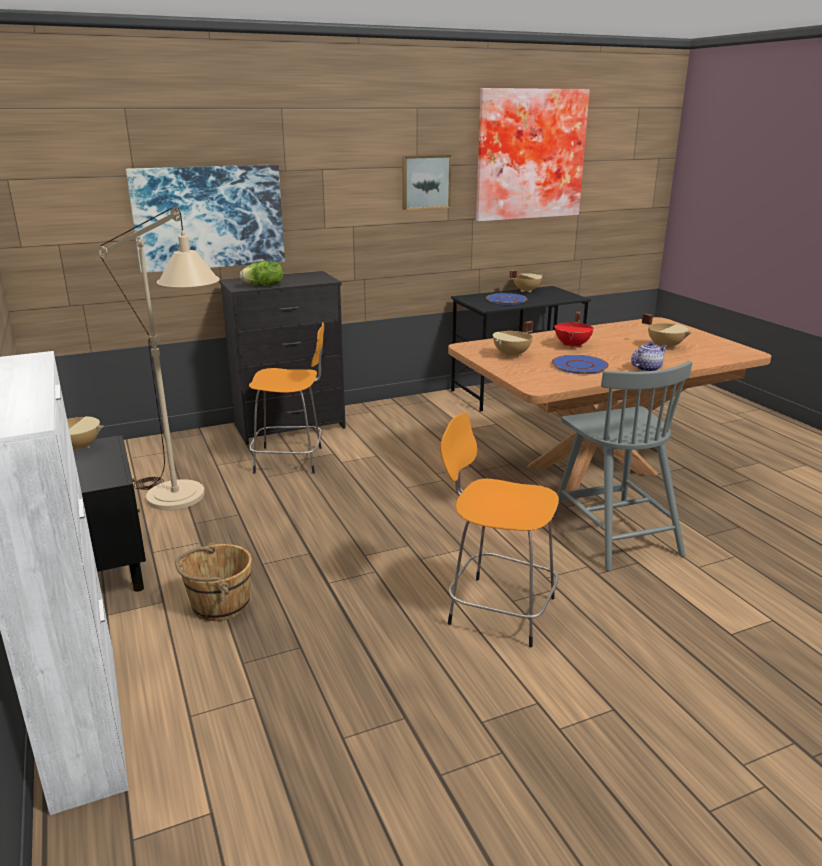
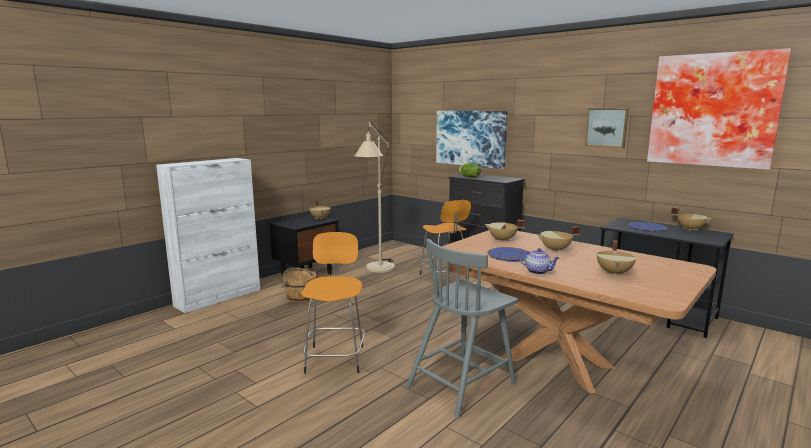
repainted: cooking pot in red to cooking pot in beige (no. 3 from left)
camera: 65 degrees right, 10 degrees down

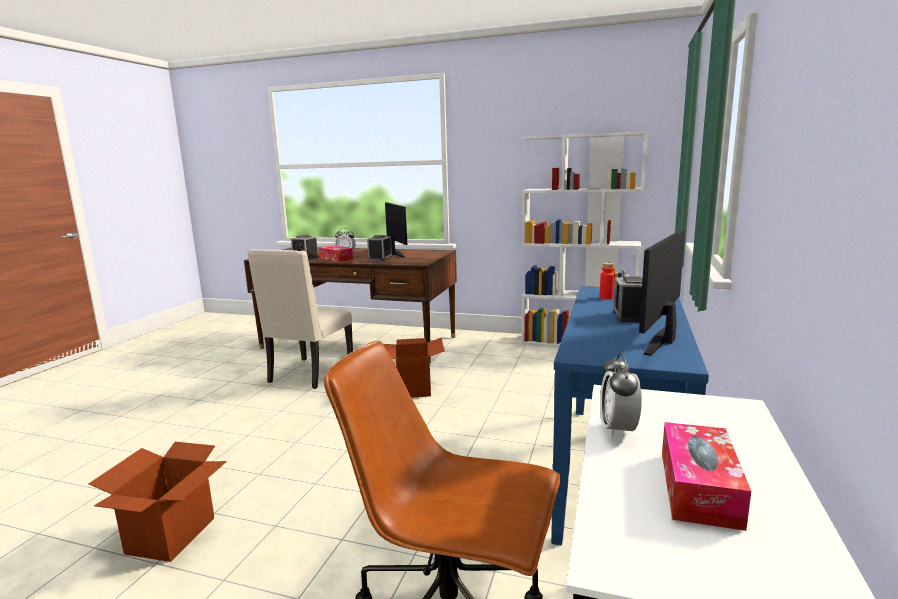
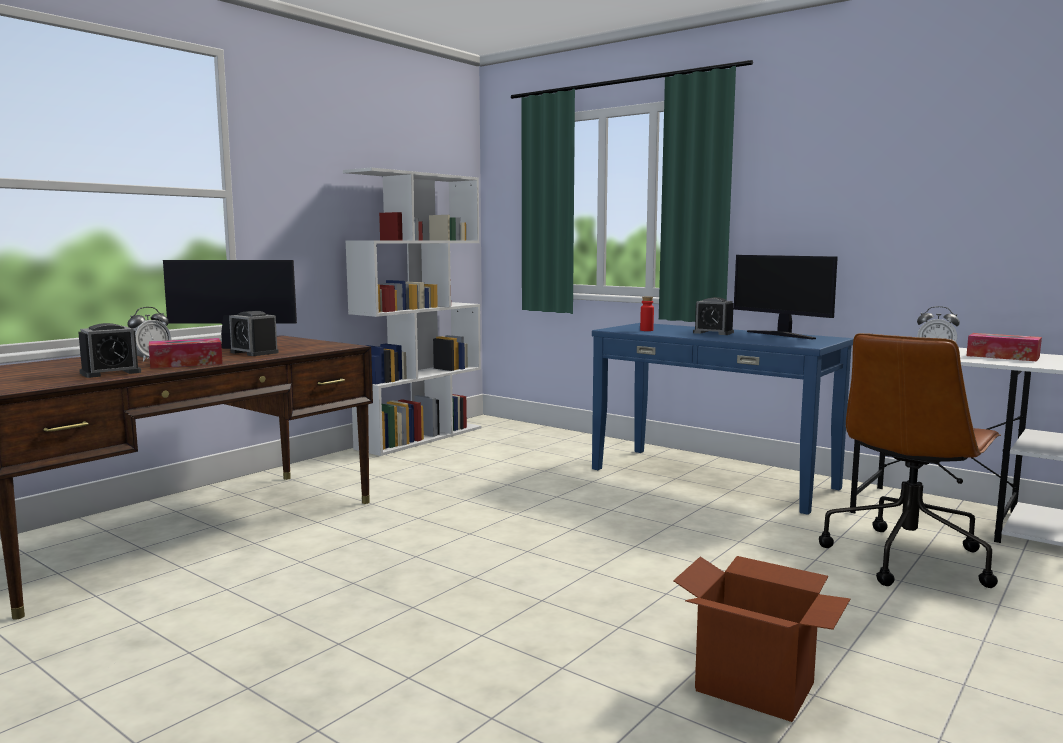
gone: chair in beige; cardboard box (no. 2 from left)
camera: 70 degrees left, 5 degrees down

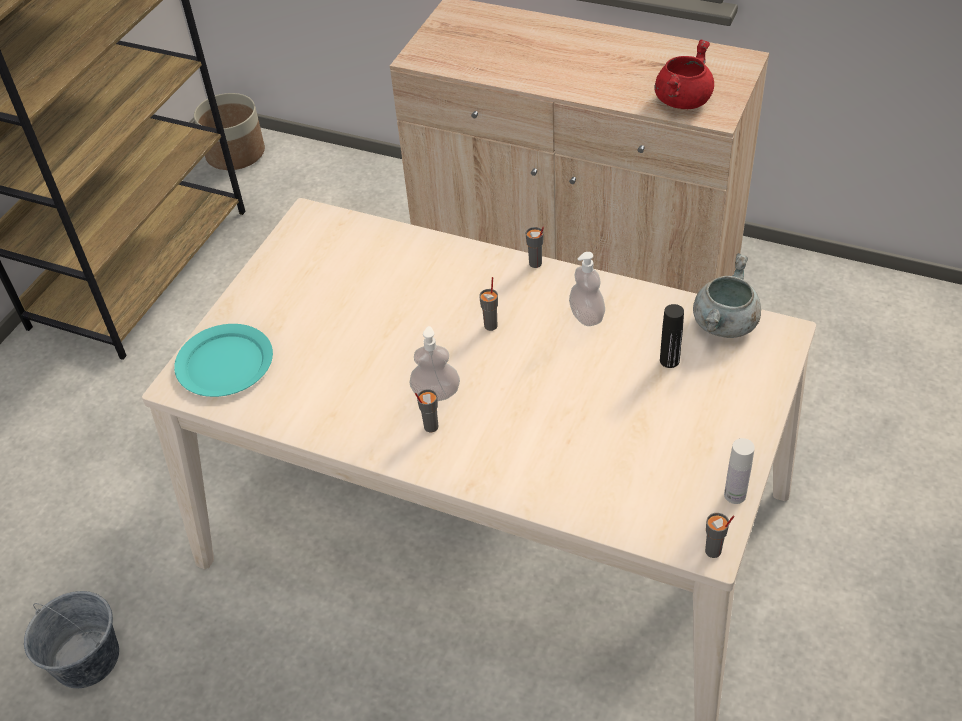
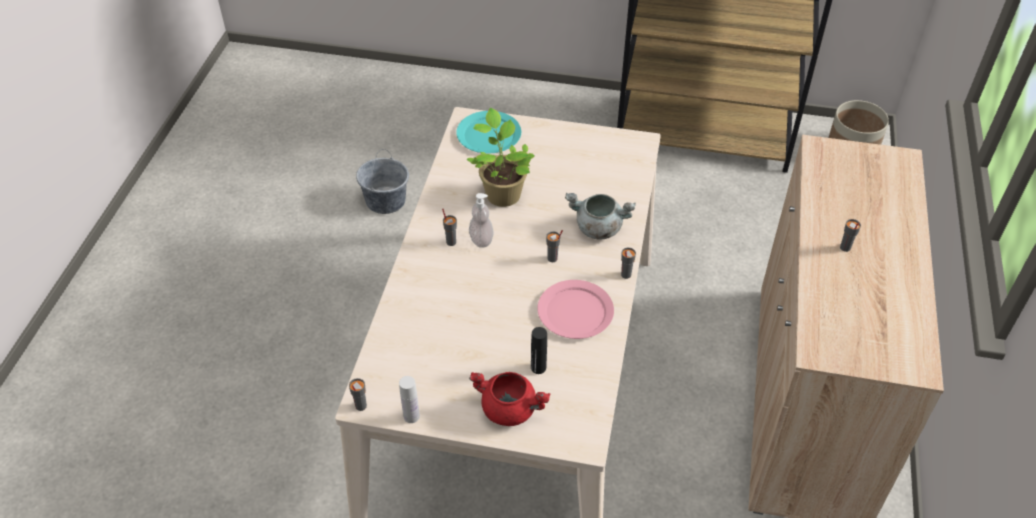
new: potted plant; cup in grey (no. 5 from left)
shifted: cooking pot in red; cooking pot in grey
swapped: soap dispenser (no. 2 from left) to plate in pink
camera: 75 degrees right, 0 degrees up

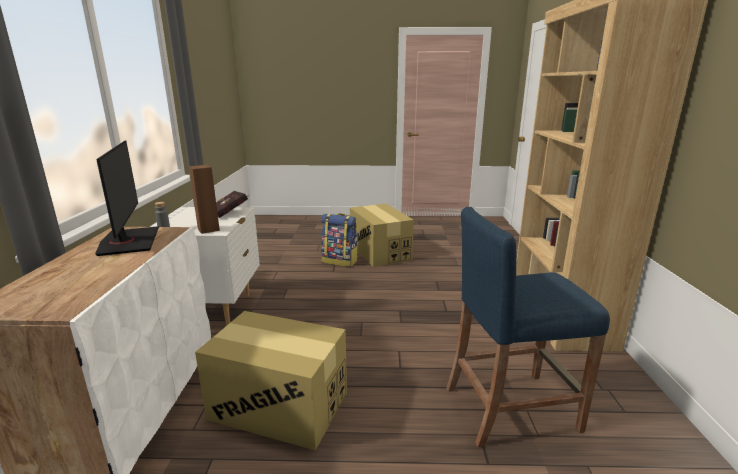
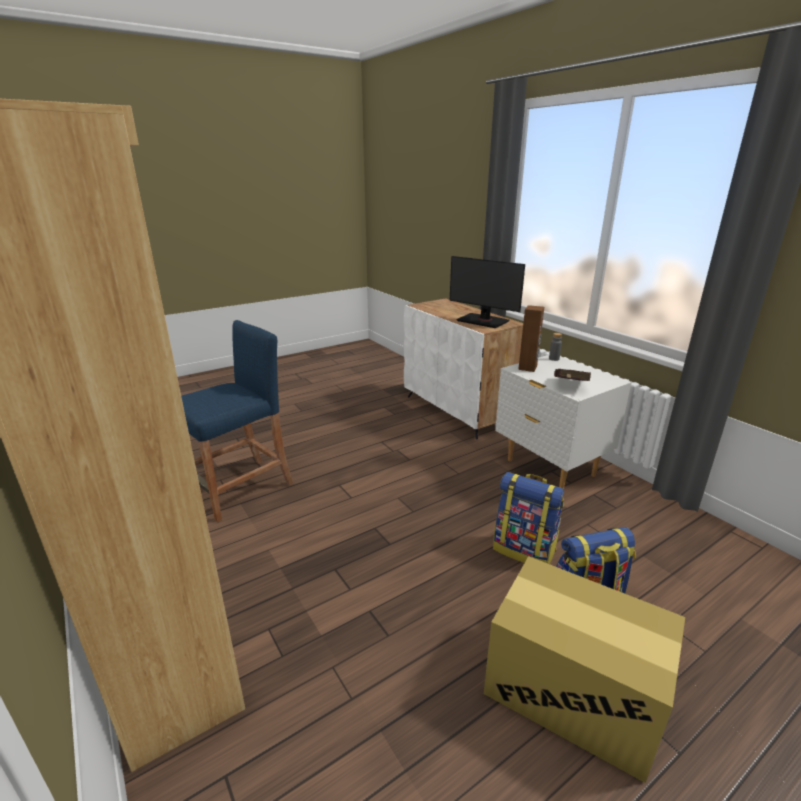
gone: cardboard box (no. 1 from left)
new: backpack (no. 1 from left)
camera: 145 degrees right, 5 degrees up

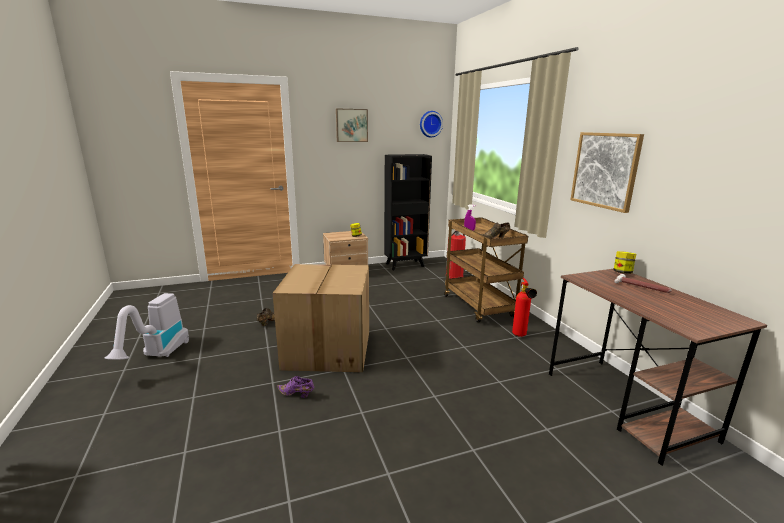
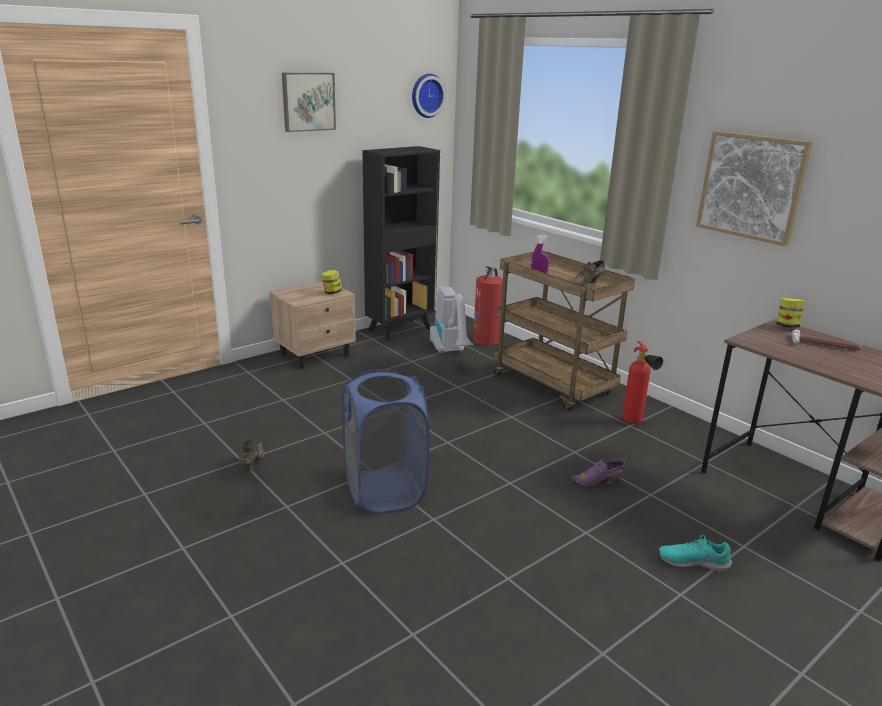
new: shoe in turquoise
shifted: vacuum cleaner; shoe in purple
swapped: cardboard box to laundry basket in blue
camera: 20 degrees left, 5 degrees up

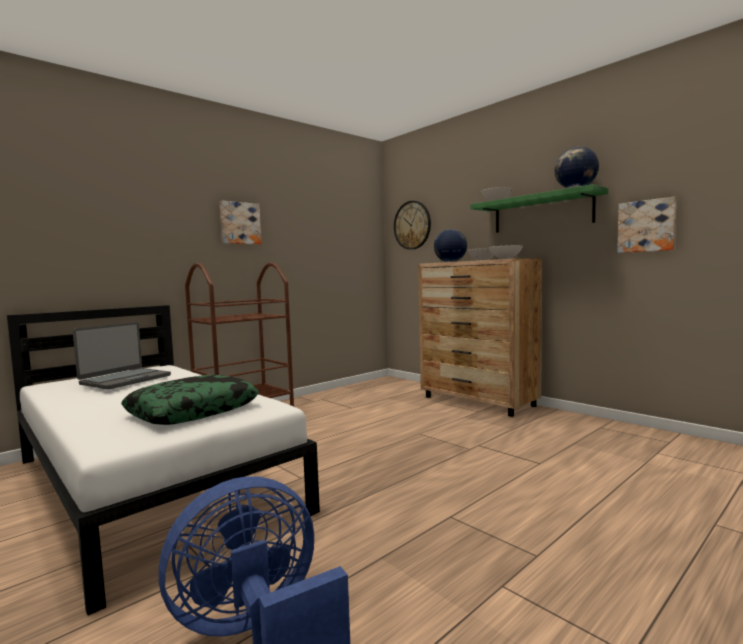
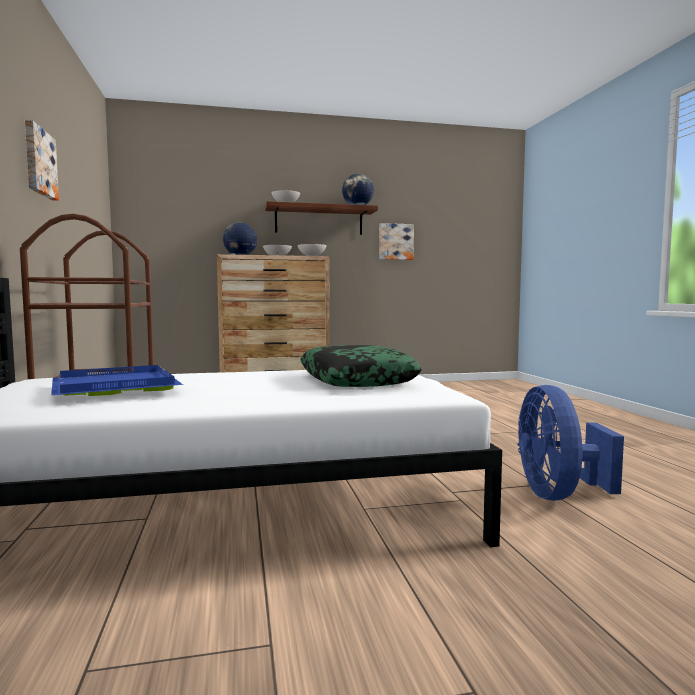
gone: wall clock
swapped: laptop to tray in blue
repainted: shelf in green to shelf in brown
camera: 60 degrees left, 0 degrees up

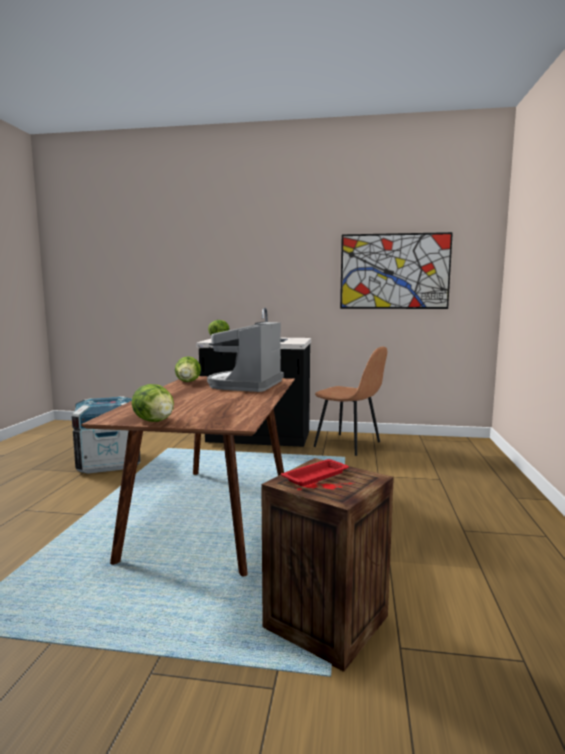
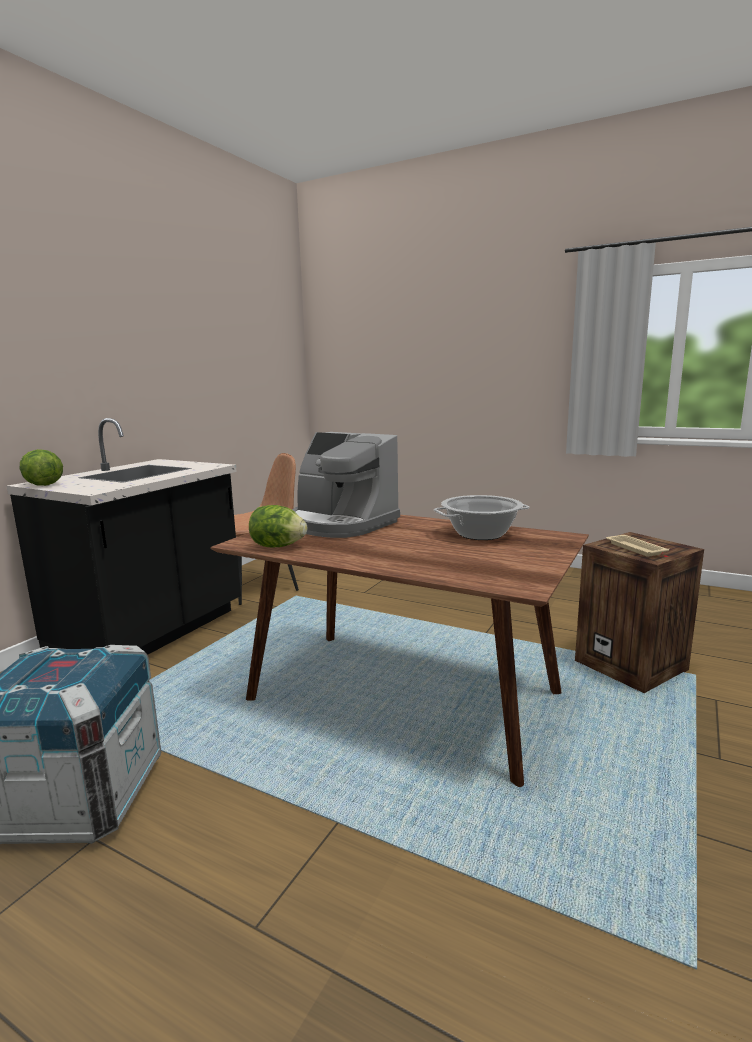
gone: lettuce (no. 1 from left); picture
new: cooking pot
repainted: tray in red to tray in beige
camera: 70 degrees left, 5 degrees up

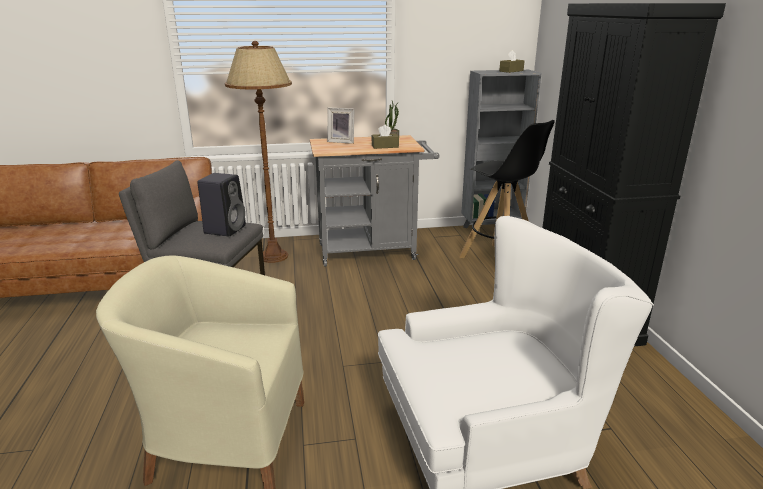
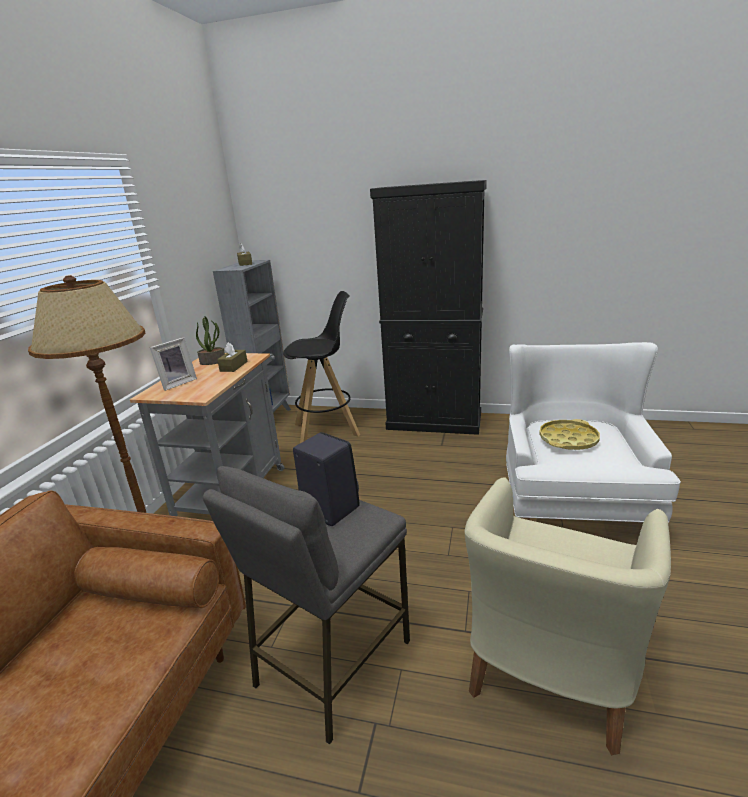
new: tray in yellow
camera: 65 degrees left, 0 degrees up

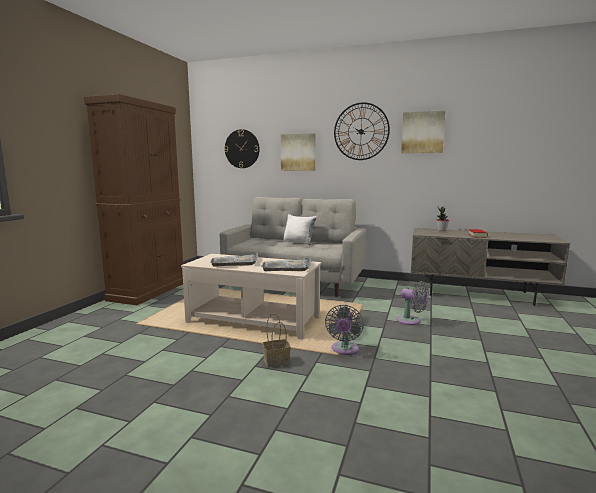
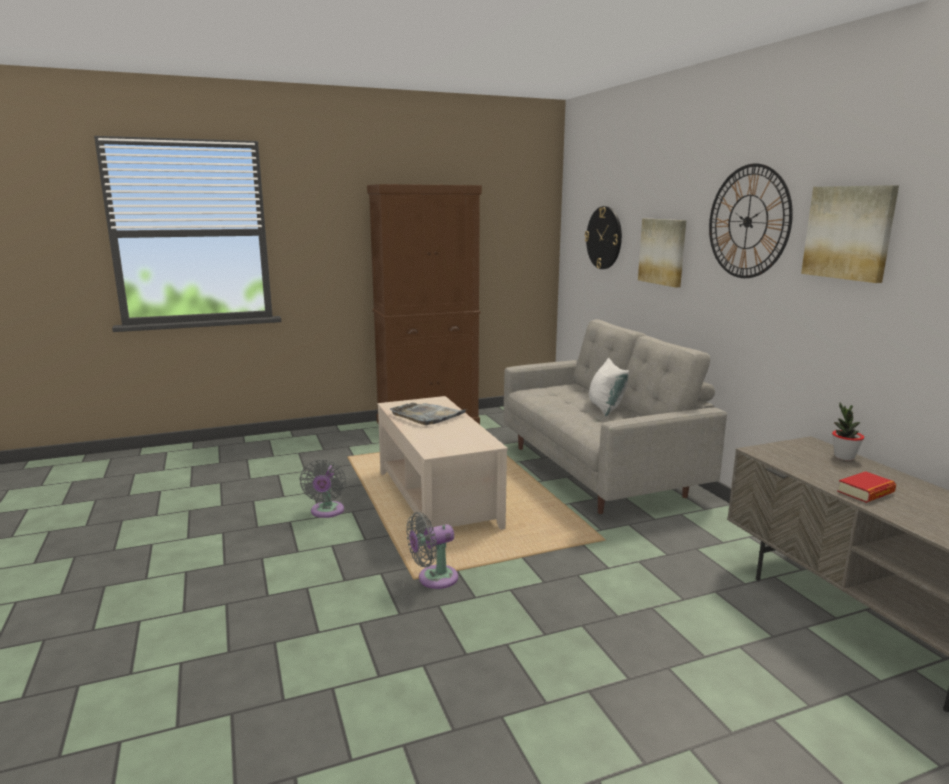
gone: tray in grey (no. 2 from left); basket
shifted: fan in grey (no. 2 from left in the first image) to fan in grey (no. 1 from left)
camera: 50 degrees right, 5 degrees up

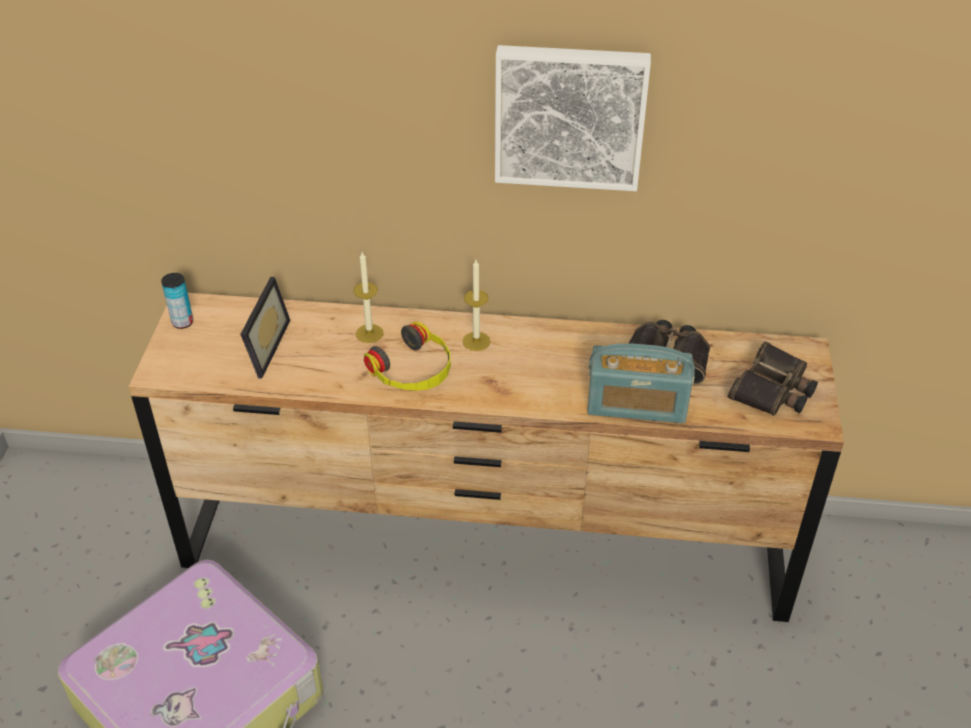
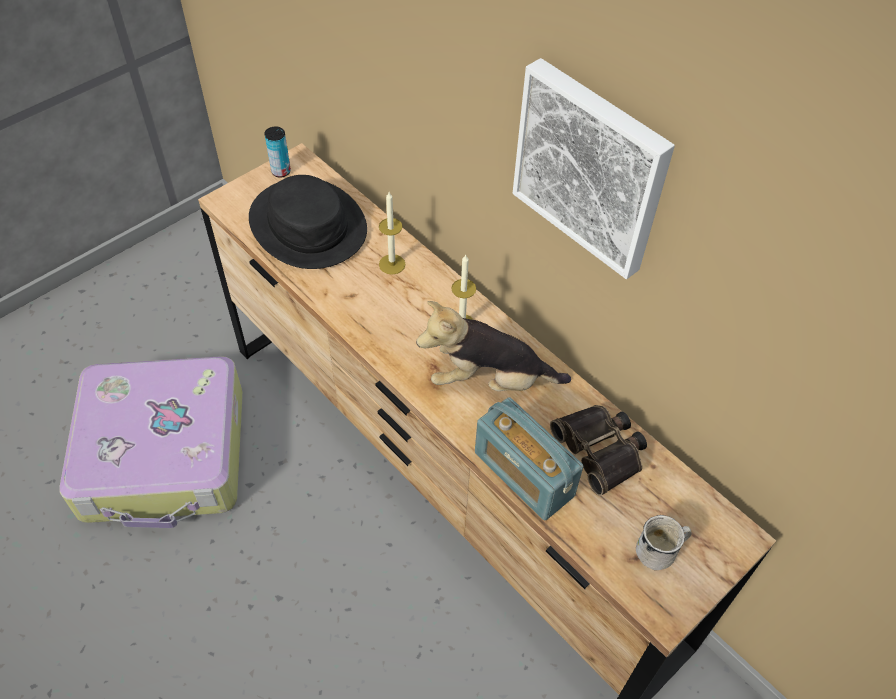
gone: headphones
new: plush toy
swapped: picture frame to hat in black; binoculars (no. 2 from left) to mug in white
camera: 40 degrees right, 10 degrees up

